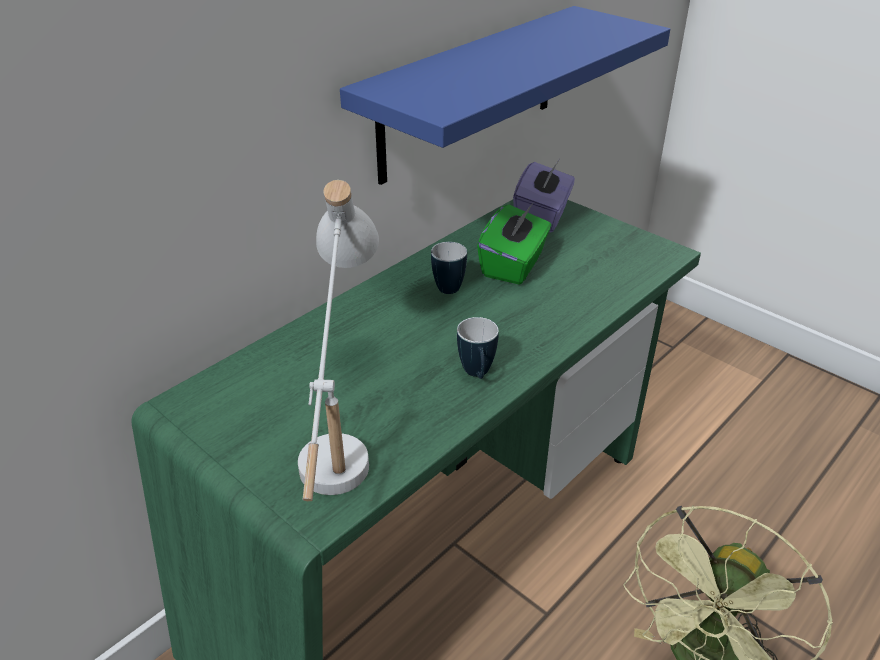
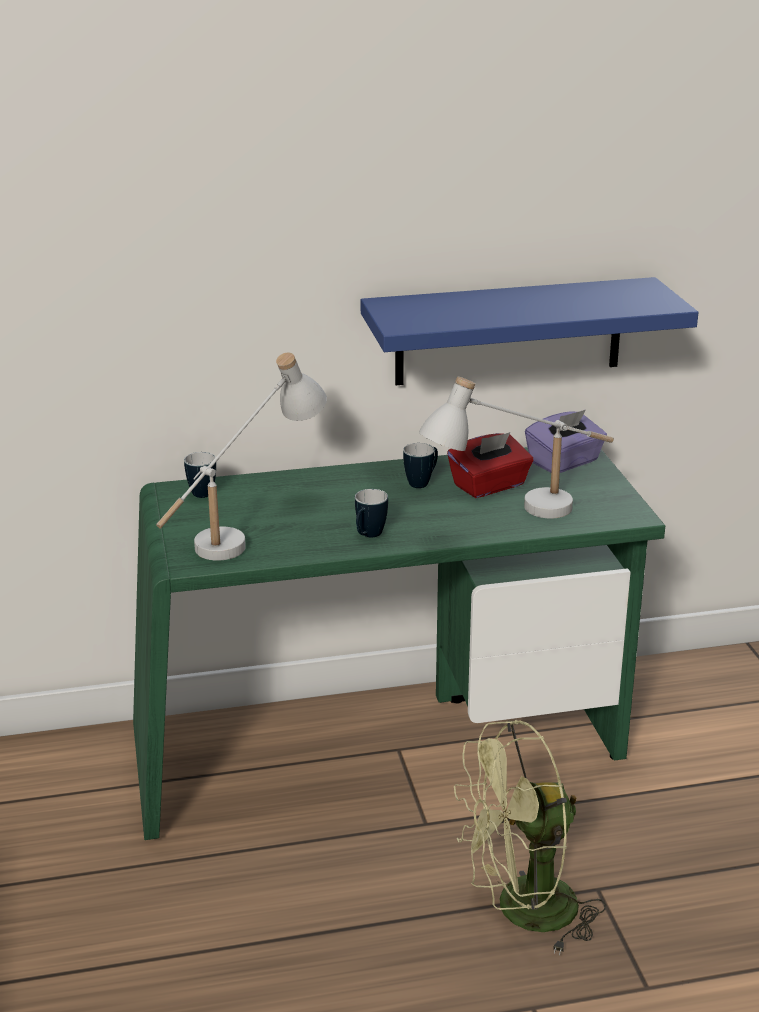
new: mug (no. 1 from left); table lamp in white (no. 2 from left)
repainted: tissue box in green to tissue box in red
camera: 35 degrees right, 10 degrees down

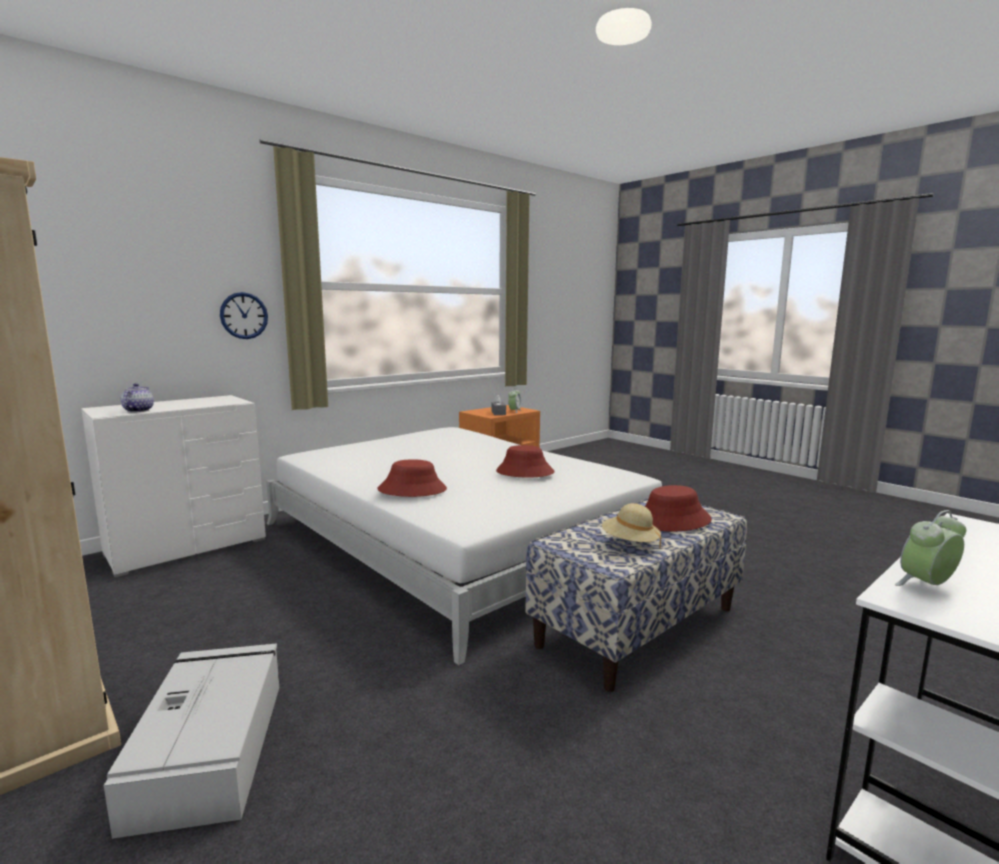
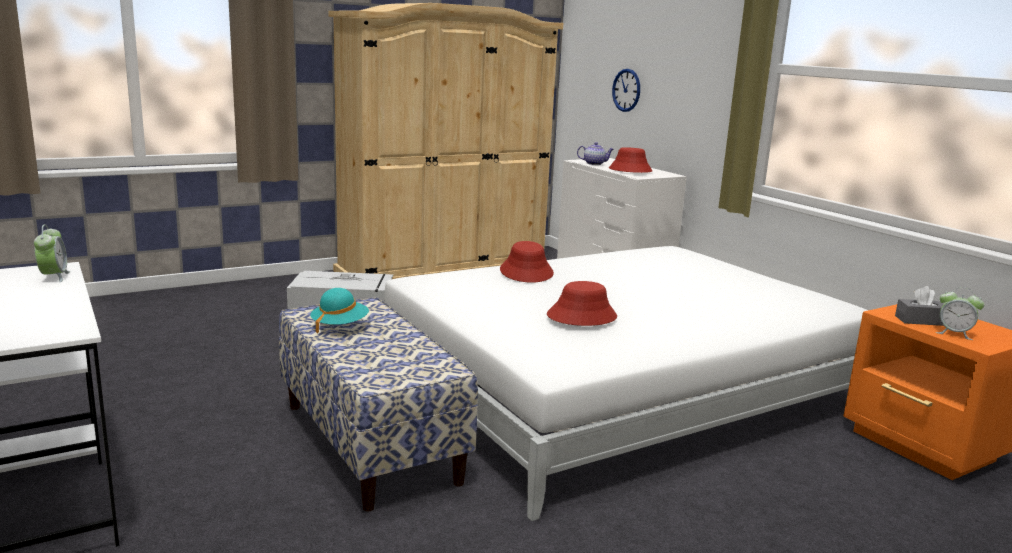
shifted: wall clock; hat in red (no. 3 from left)
repainted: hat in beige to hat in turquoise
camera: 100 degrees right, 5 degrees up

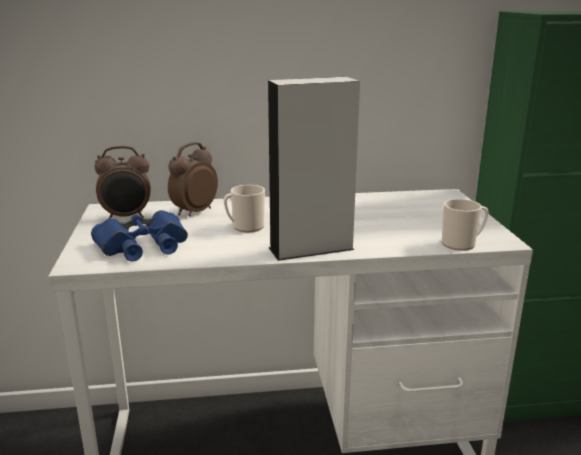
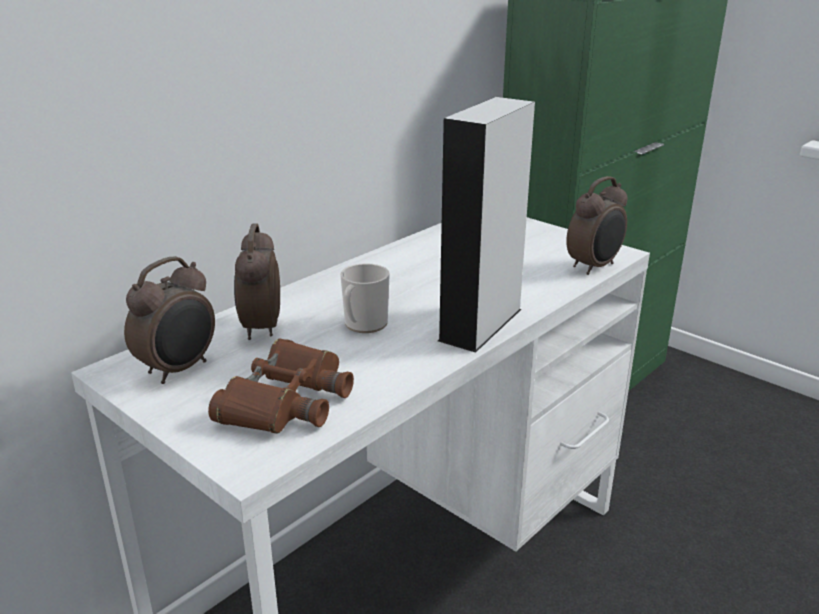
swapped: mug (no. 2 from left) to alarm clock (no. 3 from left)
repainted: binoculars in blue to binoculars in brown
camera: 40 degrees left, 5 degrees up

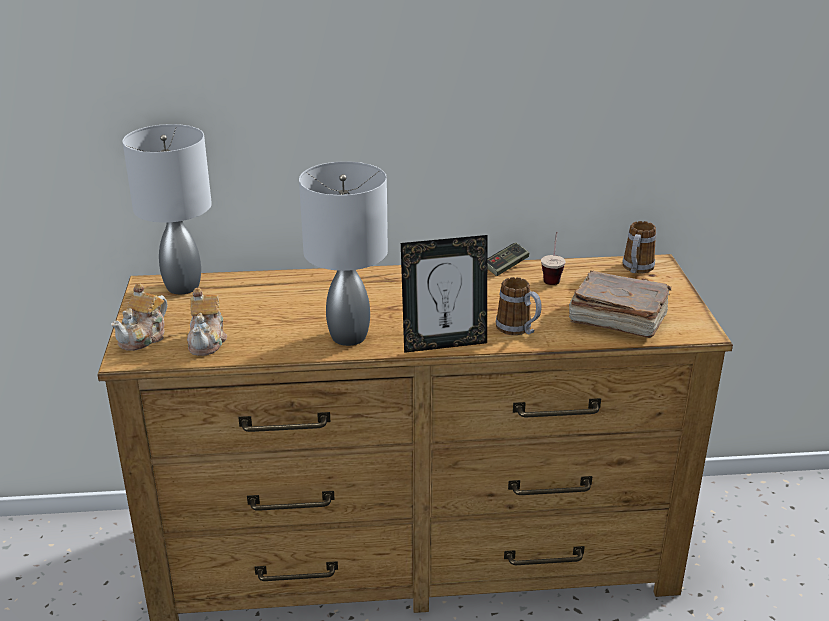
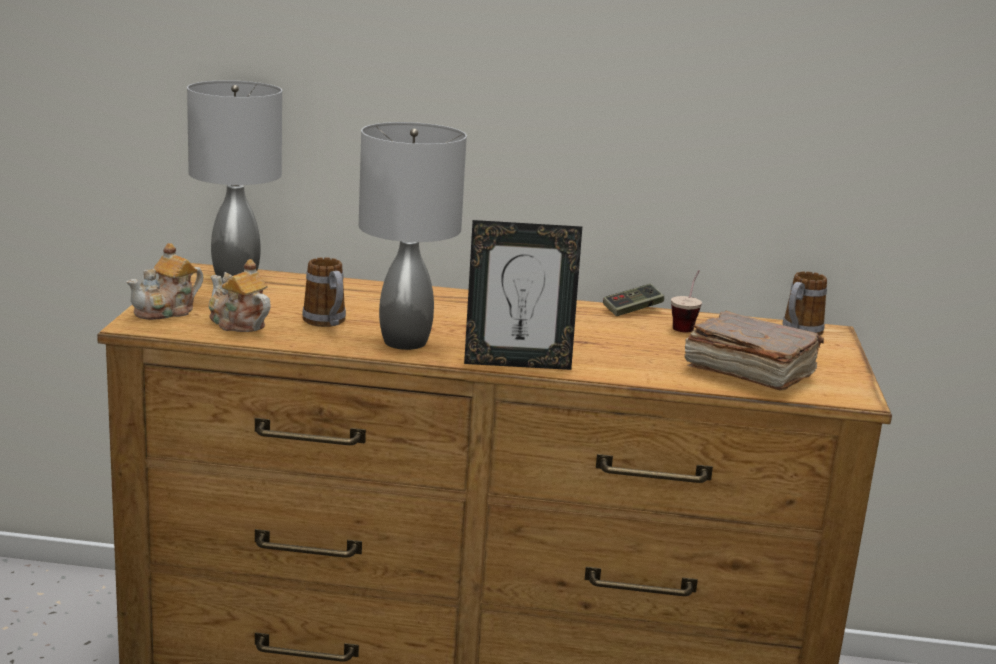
shifted: mug (no. 1 from left)
rotated: teapot (no. 2 from left) 120 degrees clockwise
camera: 10 degrees right, 10 degrees down

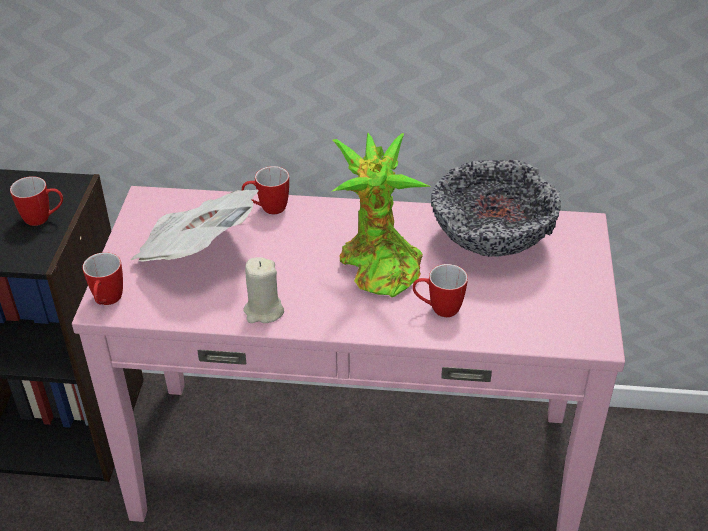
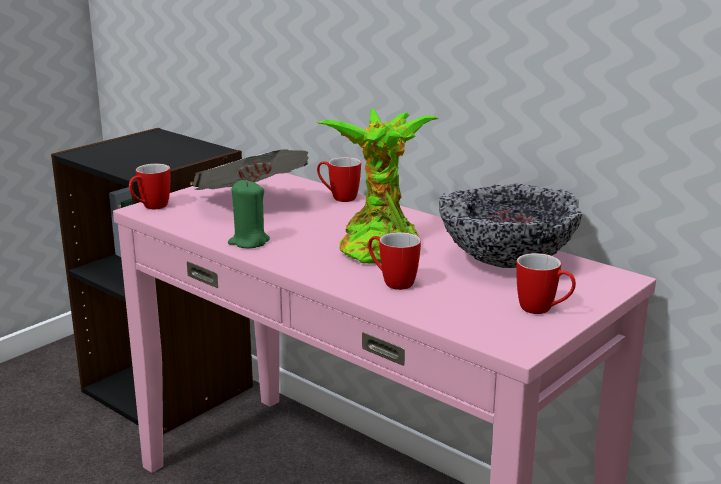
shifted: mug (no. 1 from left in the first image) to mug (no. 4 from left)
repainted: candle in beige to candle in green
camera: 35 degrees right, 20 degrees down

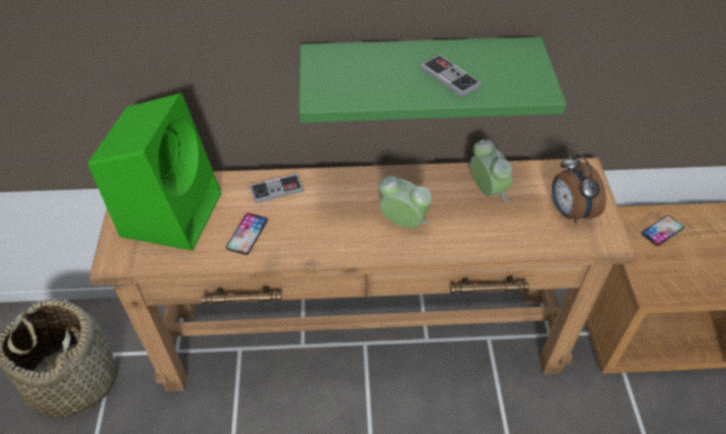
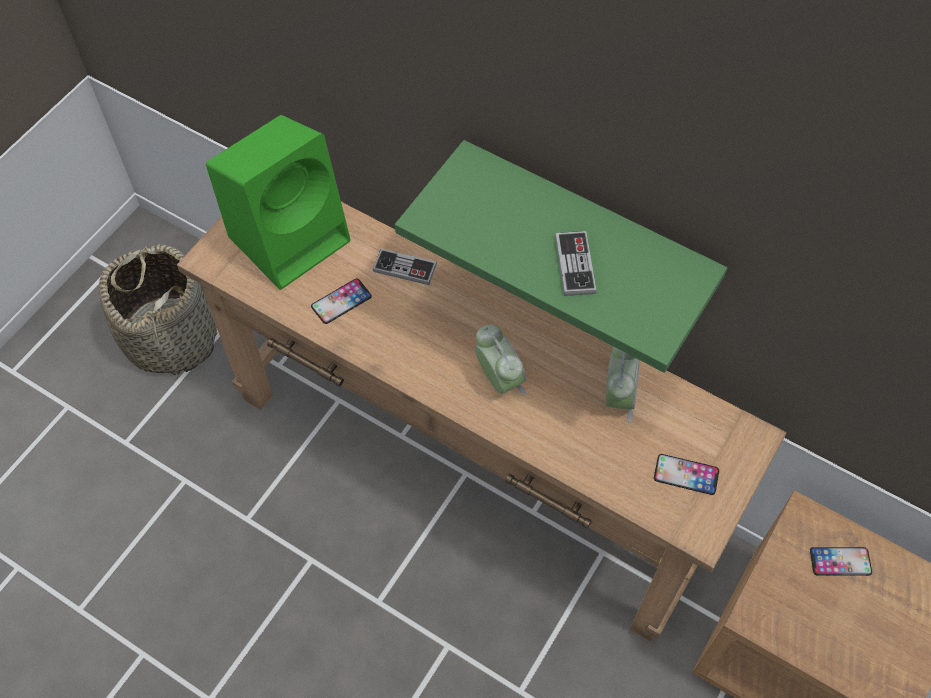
swapped: alarm clock (no. 3 from left) to phone (no. 2 from left)
camera: 35 degrees right, 10 degrees up

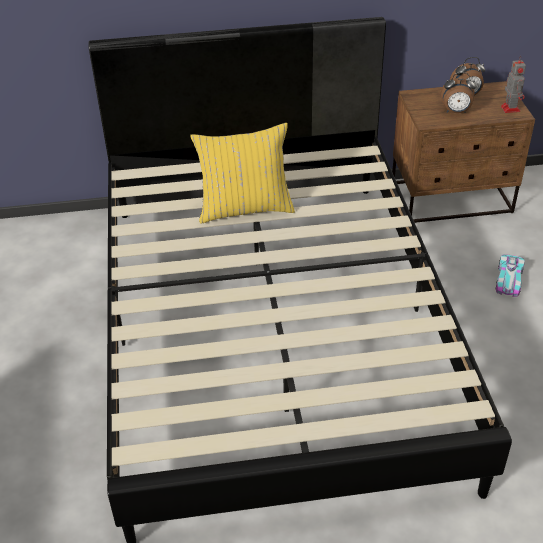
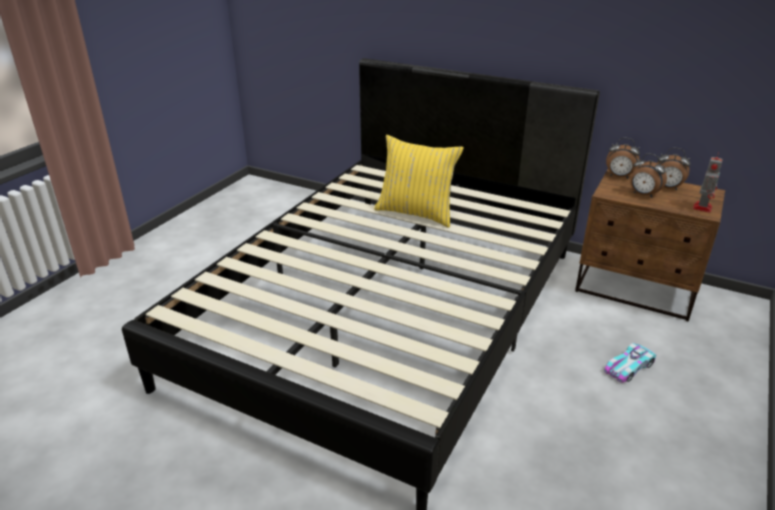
new: alarm clock (no. 1 from left)
camera: 35 degrees right, 10 degrees down

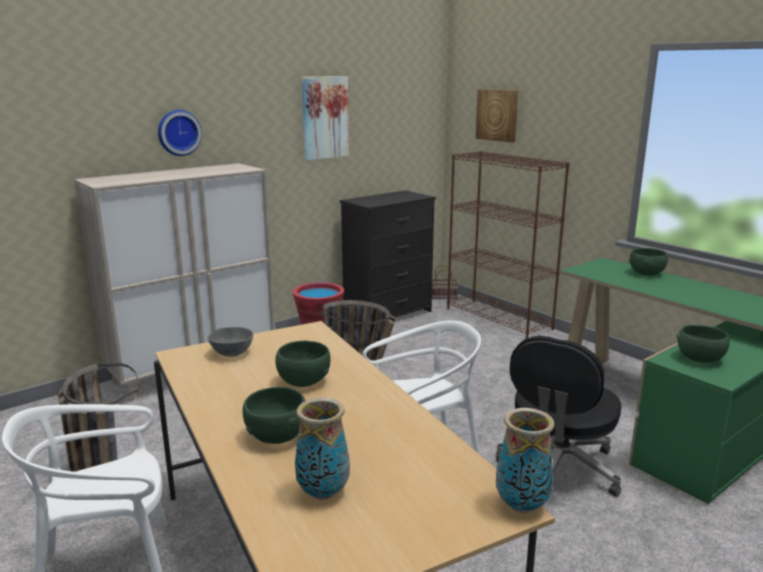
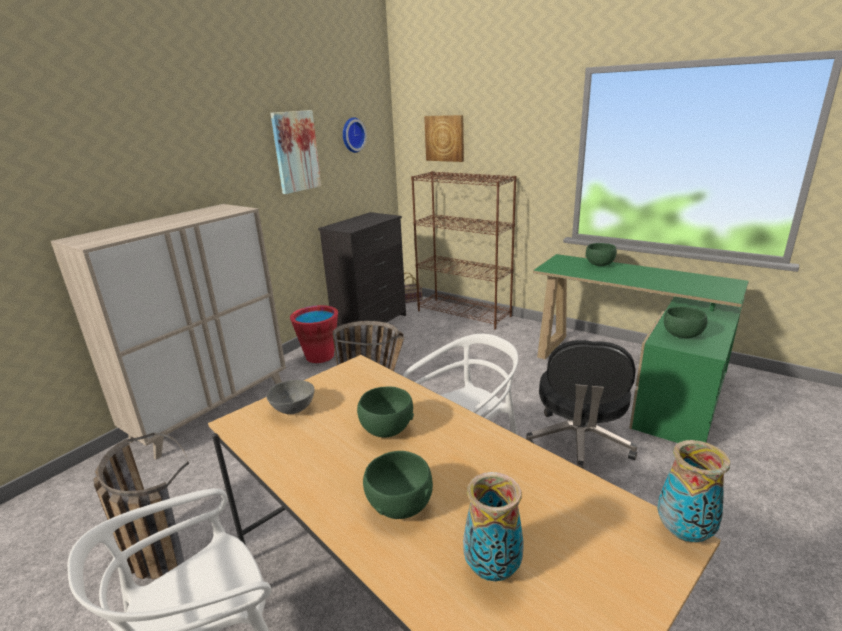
shifted: wall clock
camera: 15 degrees left, 5 degrees up

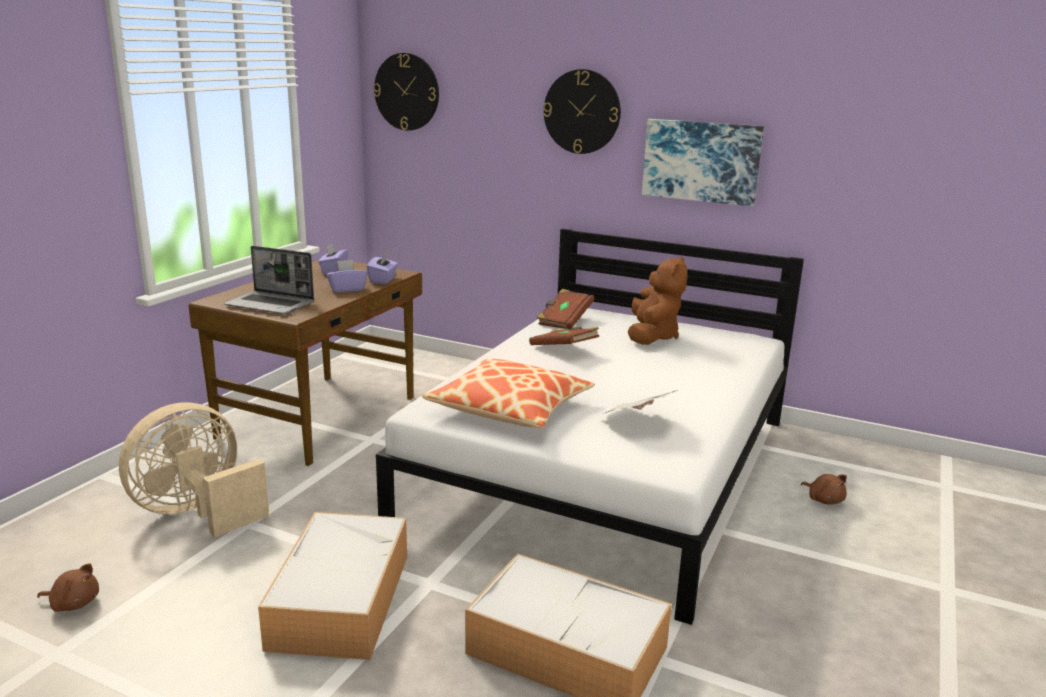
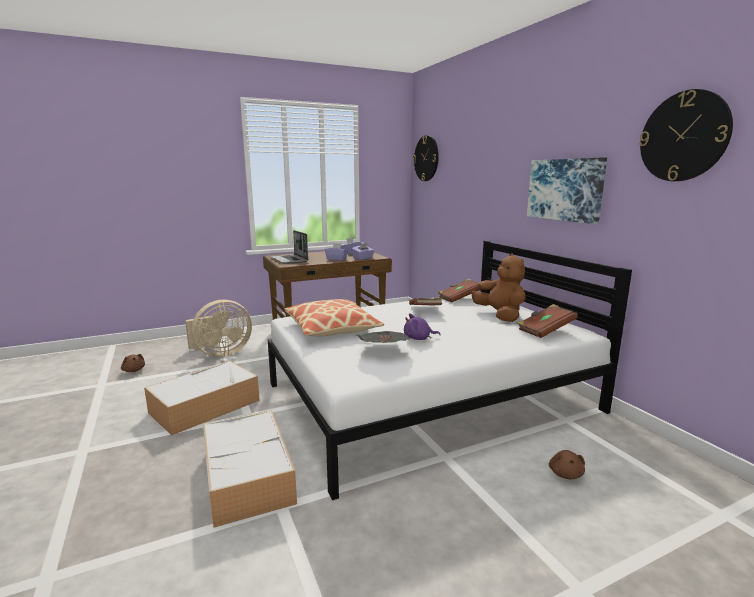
new: plush toy in purple; book in brown (no. 3 from left)
shifted: wall clock (no. 2 from left)
rotated: fan in beige 150 degrees clockwise; plush toy in brown (no. 2 from left) 75 degrees counterclockwise
camera: 40 degrees right, 5 degrees down

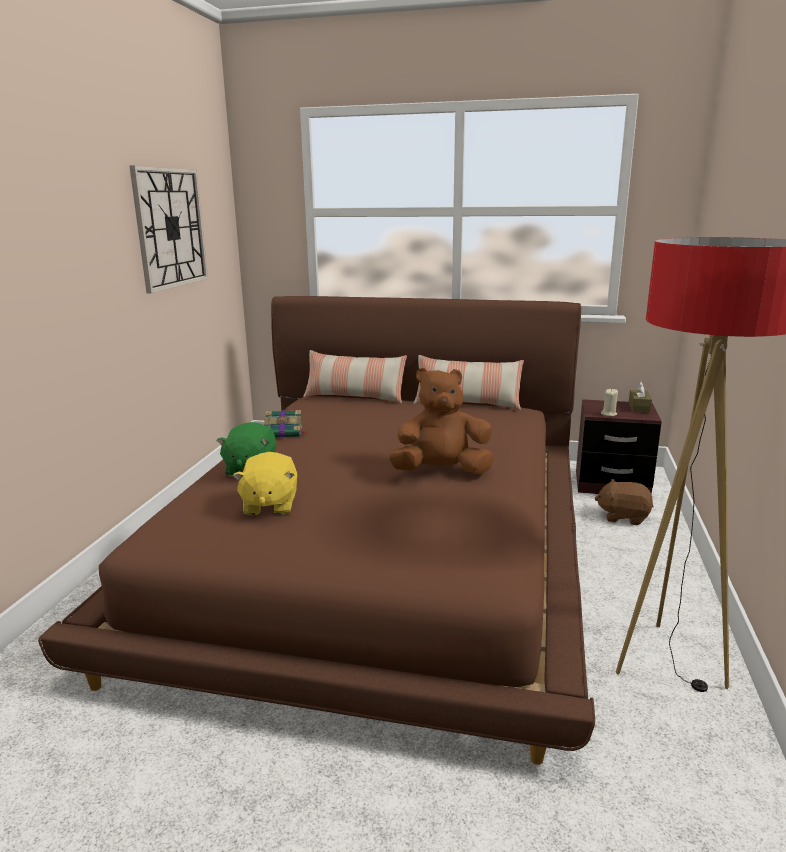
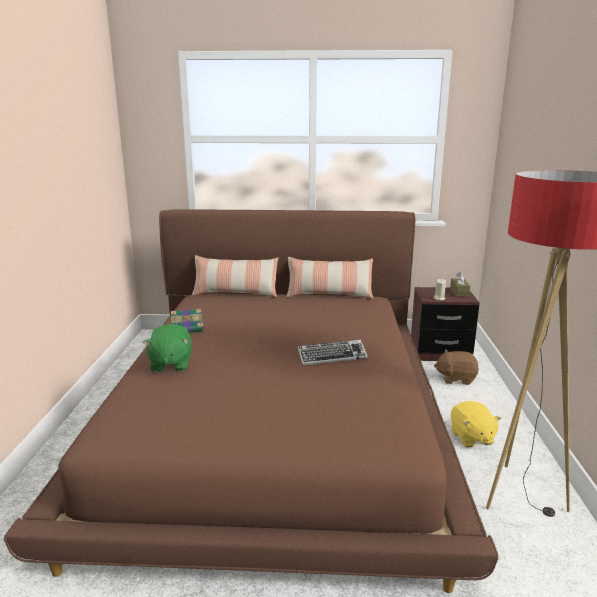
gone: wall clock
shifted: plush toy in yellow
swapped: plush toy in brown (no. 1 from left) to keyboard
camera: 10 degrees left, 0 degrees up

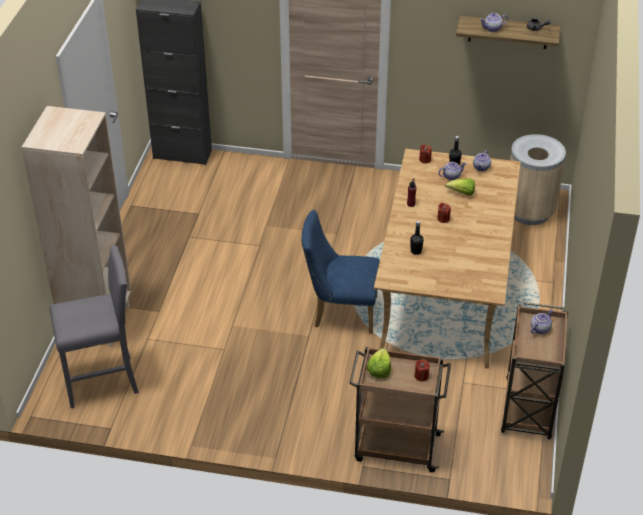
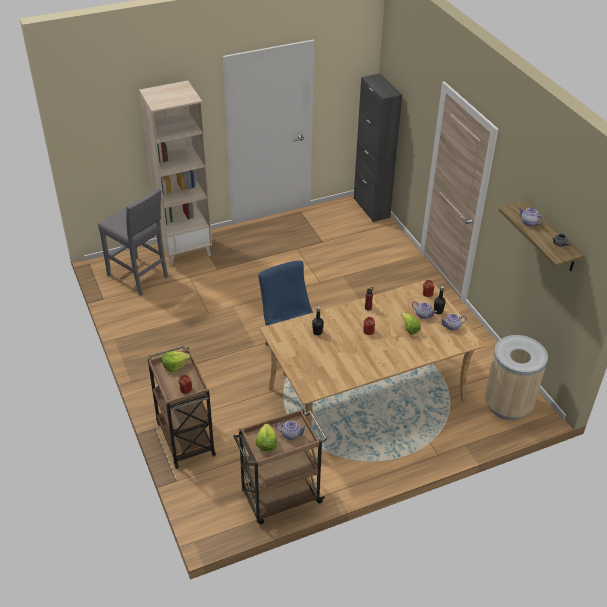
new: lettuce (no. 2 from left)
camera: 55 degrees right, 0 degrees up

